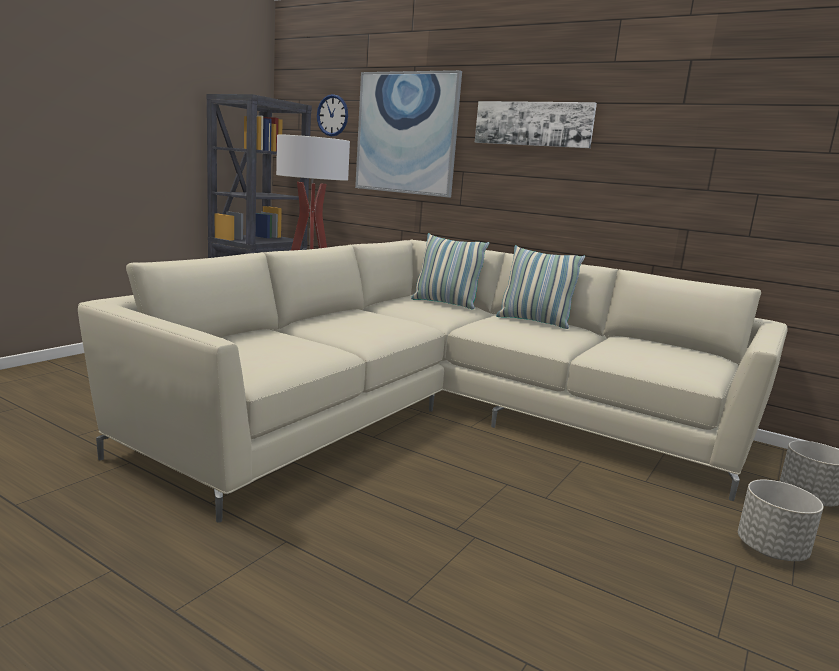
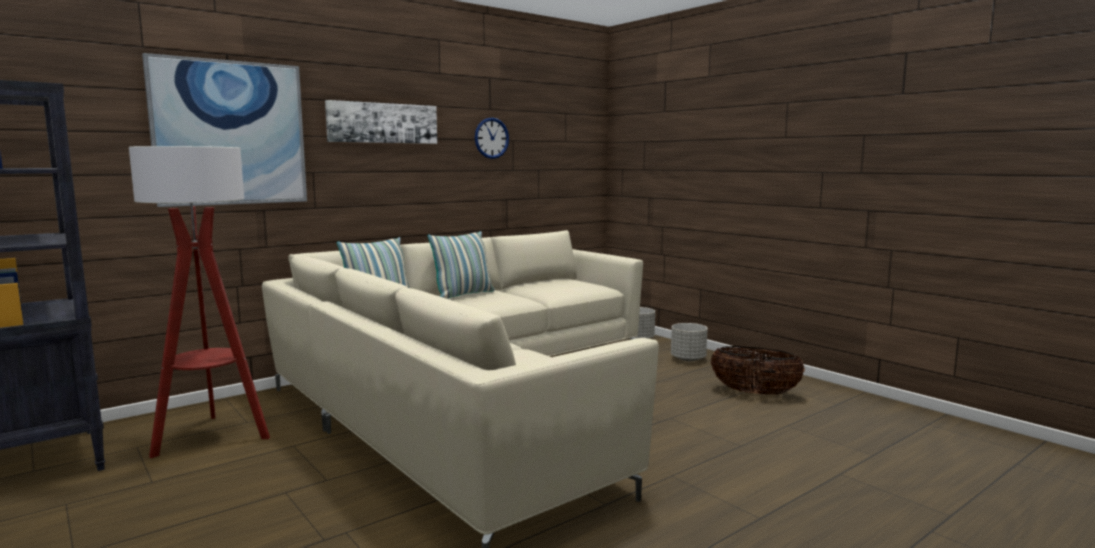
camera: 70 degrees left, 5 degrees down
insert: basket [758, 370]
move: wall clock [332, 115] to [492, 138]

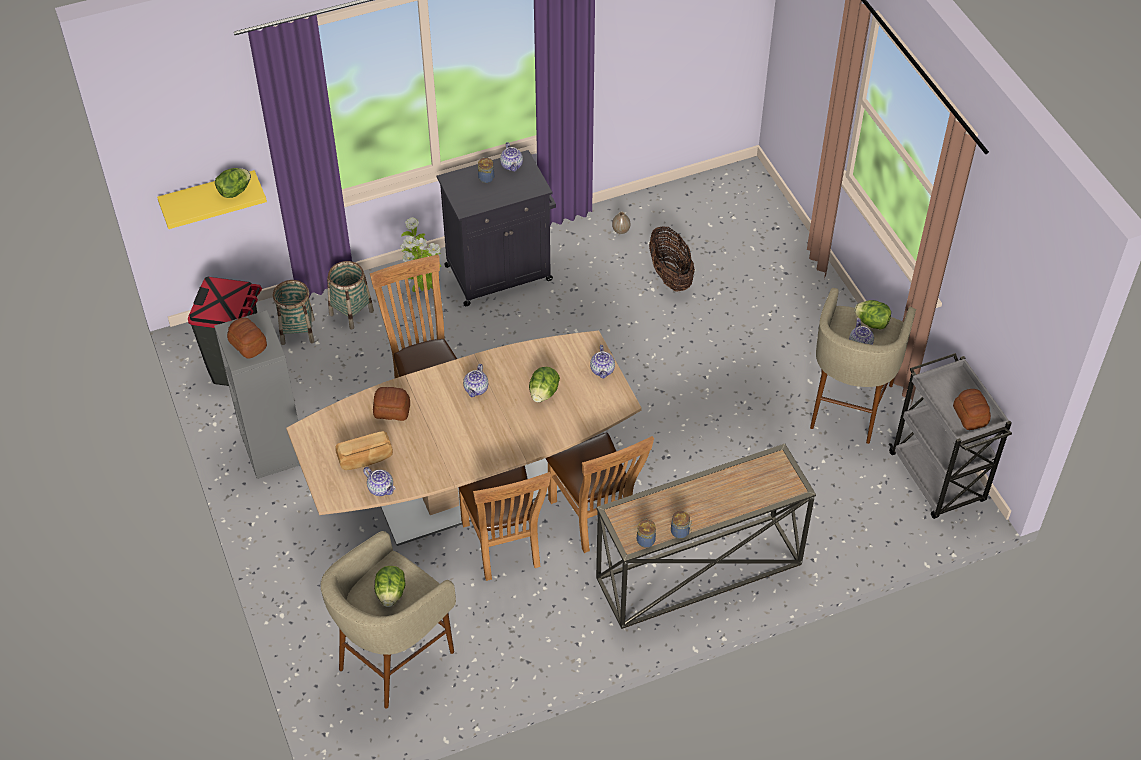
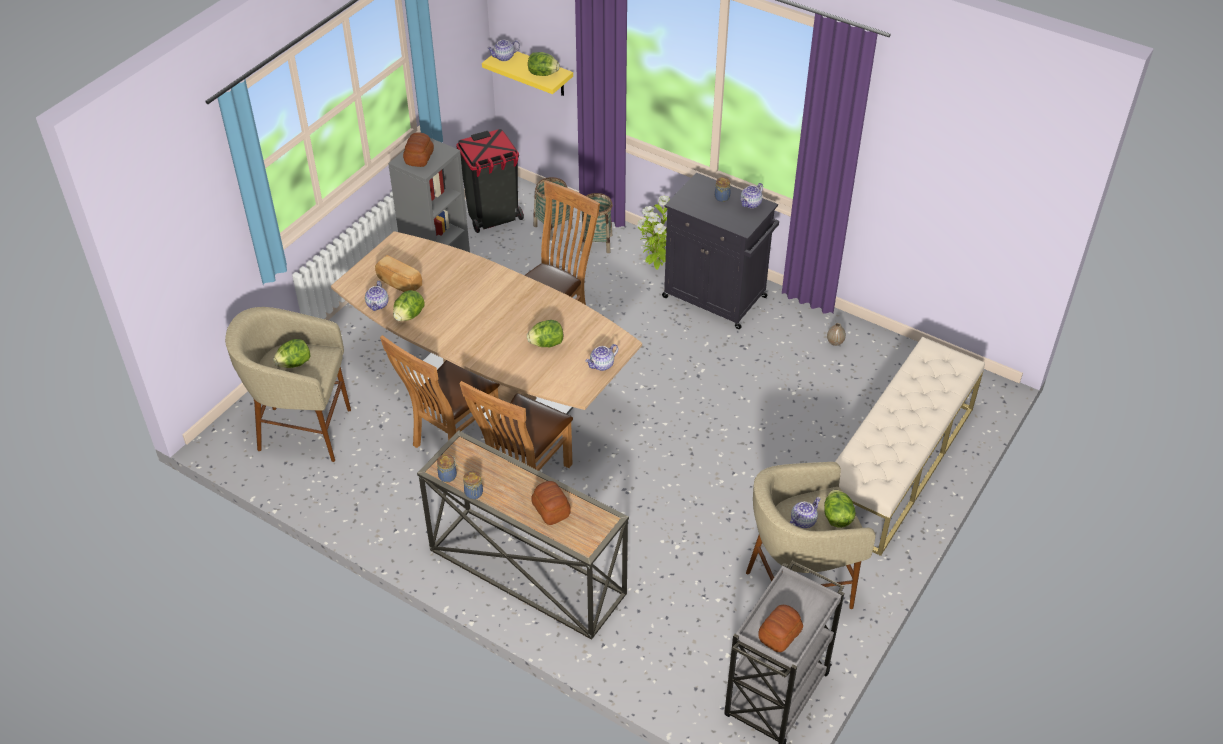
camera: 55 degrees right, 5 degrees down
delete: basket [672, 259]
insert: lettuce [409, 305]; beige bench [910, 446]
move: teapot [475, 380] to [503, 50]; bread [391, 404] to [551, 503]

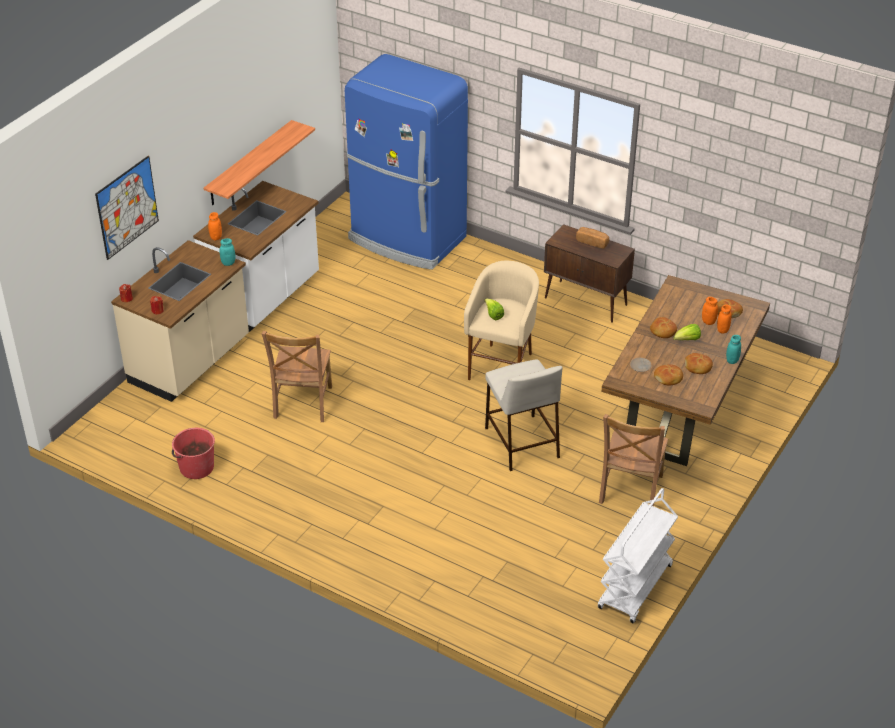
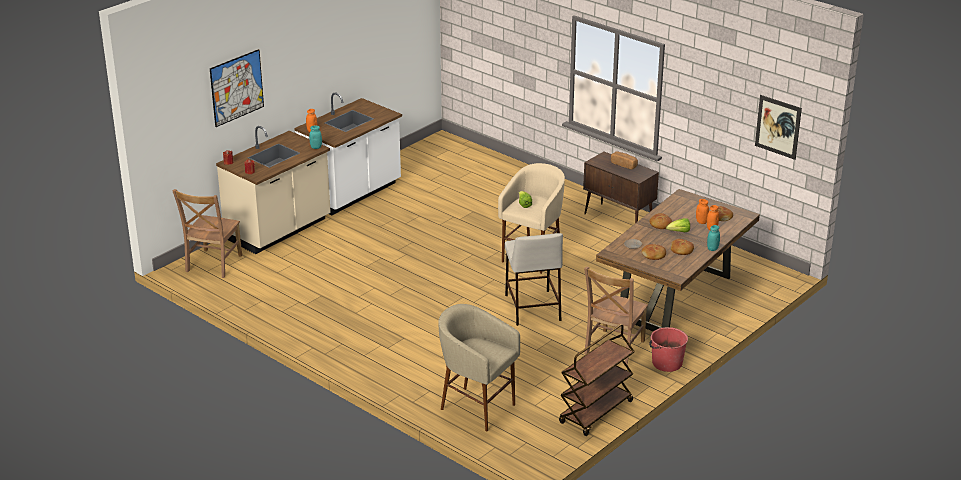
camera: 10 degrees right, 10 degrees down
delete: blue fridge [406, 162]; shelf [259, 162]
insert: picture [778, 127]; beige stool [479, 367]
move: brown chair [296, 376] to [207, 233]; red bucket [193, 453] to [668, 349]
recolor: white cart [638, 555] to brown cart [597, 380]

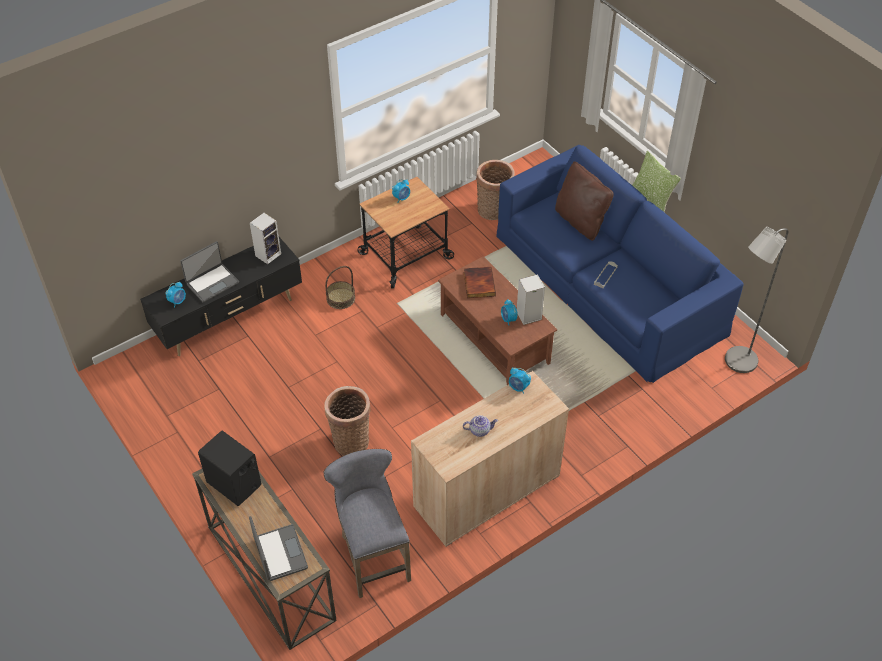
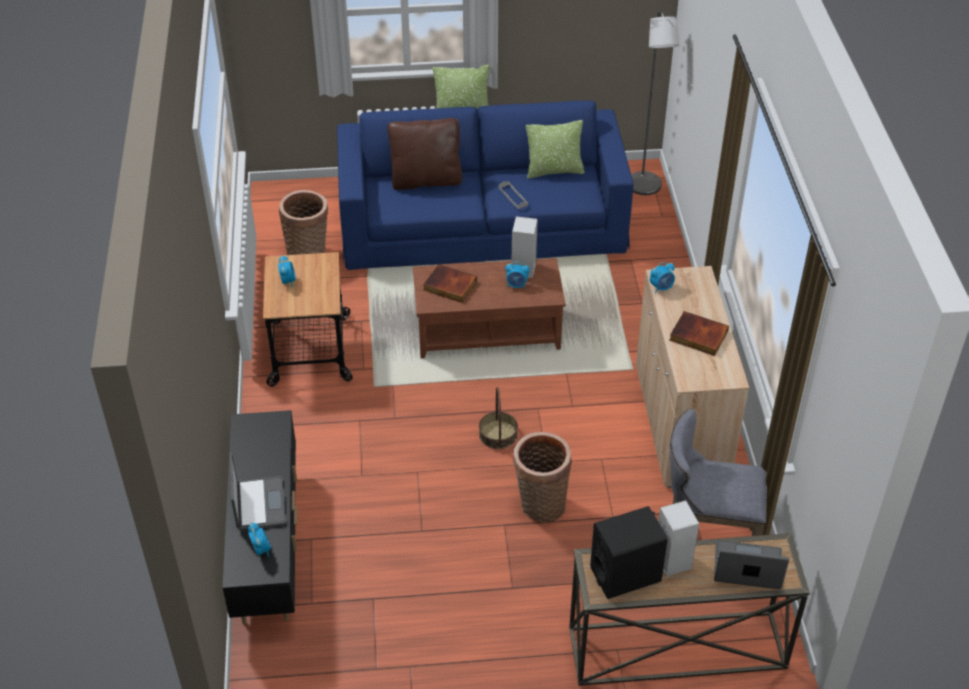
camera: 60 degrees left, 5 degrees down
insert: pillow [555, 149]
move: speaker [265, 238] to [678, 538]; basket [340, 287] to [498, 418]
replace: teapot [480, 426] to book [699, 333]

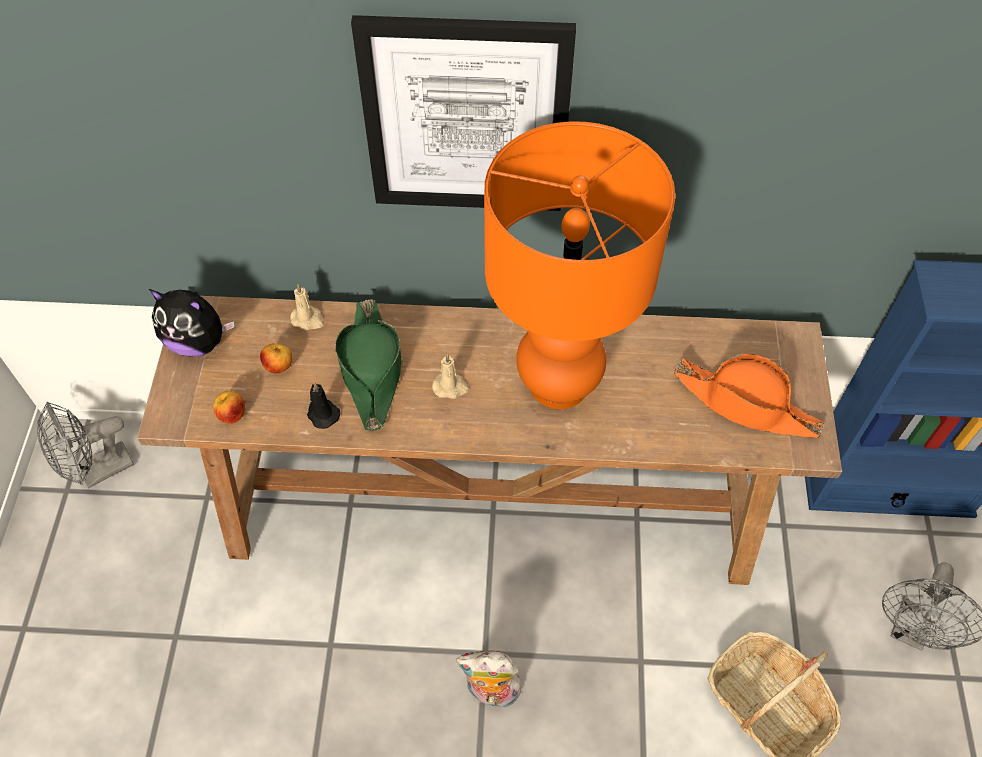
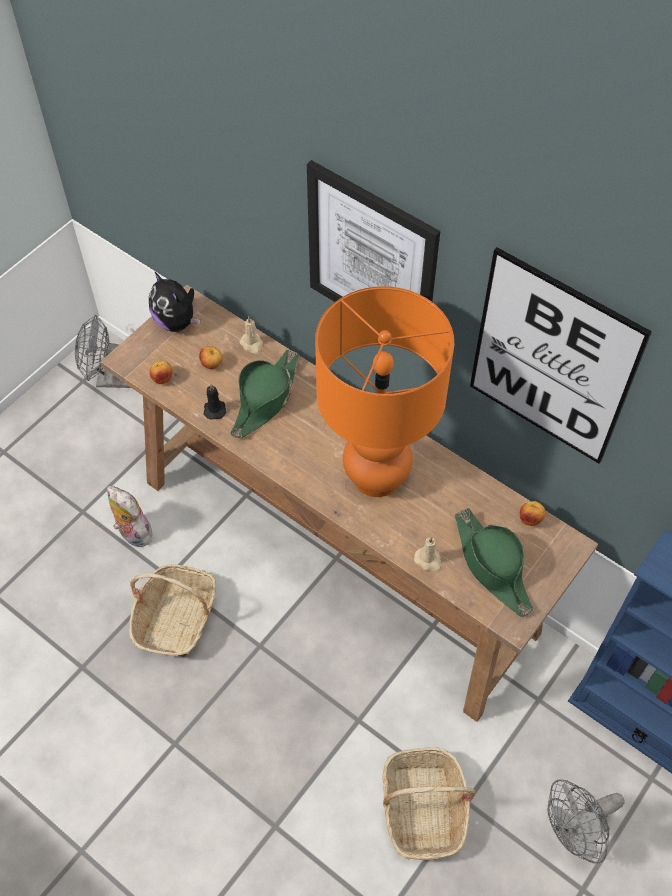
camera: 35 degrees right, 0 degrees up
insert: picture [561, 355]; apple [532, 513]; basket [172, 610]
move: beige candle [450, 376] to [427, 554]; plush toy [489, 679] to [129, 516]
recolor: orange hat [749, 396] to green hat [494, 562]

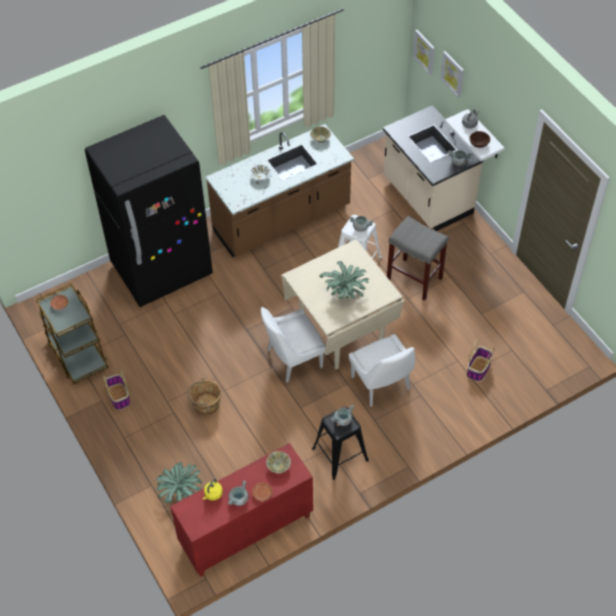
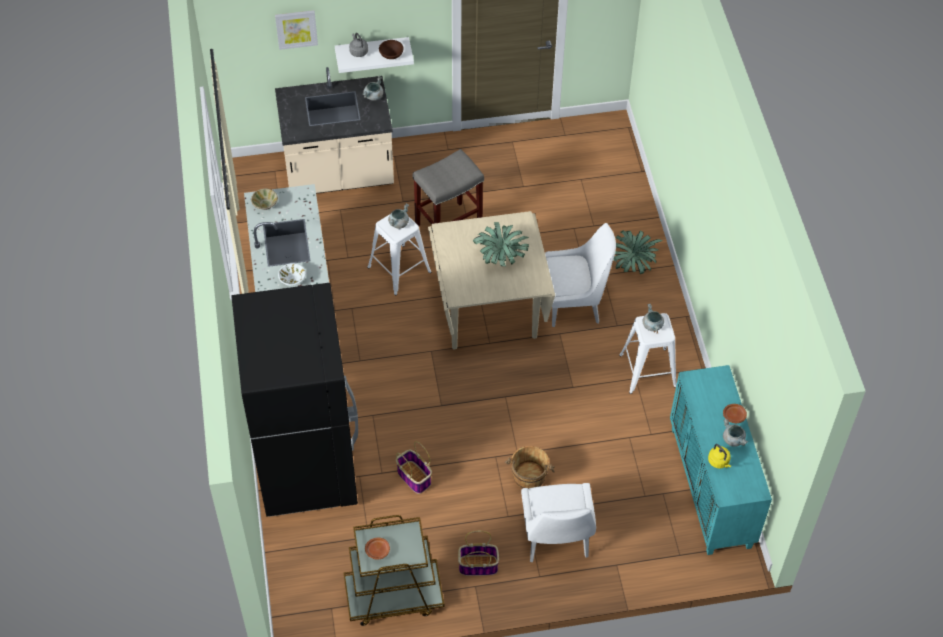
camera: 70 degrees left, 0 degrees up
delete: picture [424, 52]; beige bowl [278, 462]
move: white chair [293, 345] to [558, 522]; basket [480, 360] to [414, 467]; potted plant [179, 482] to [638, 252]
recolor: black stool [340, 443] to white stool [648, 353]; red cabinet [241, 510] to turquoise cabinet [721, 460]

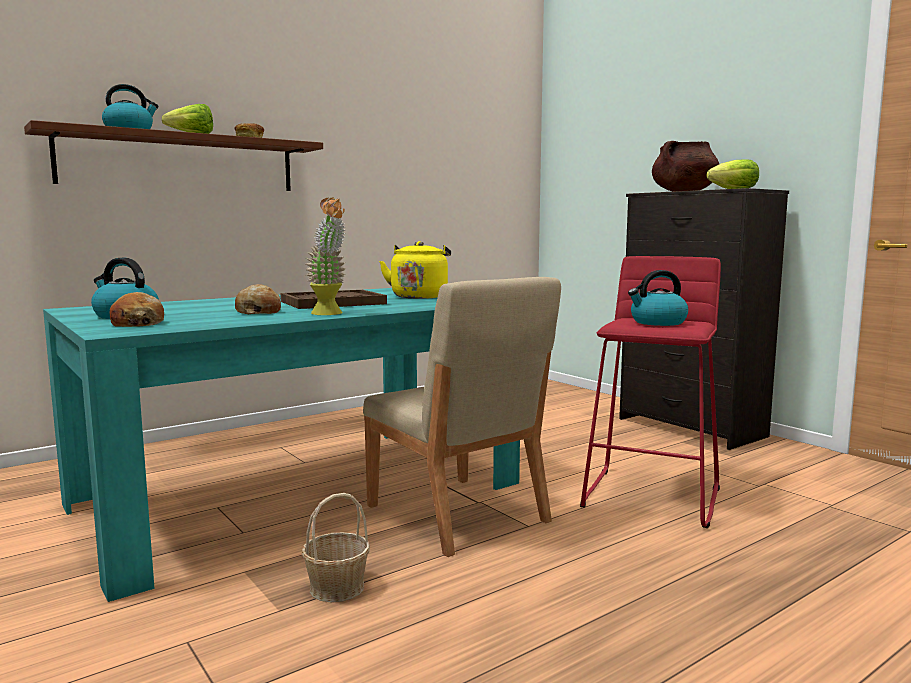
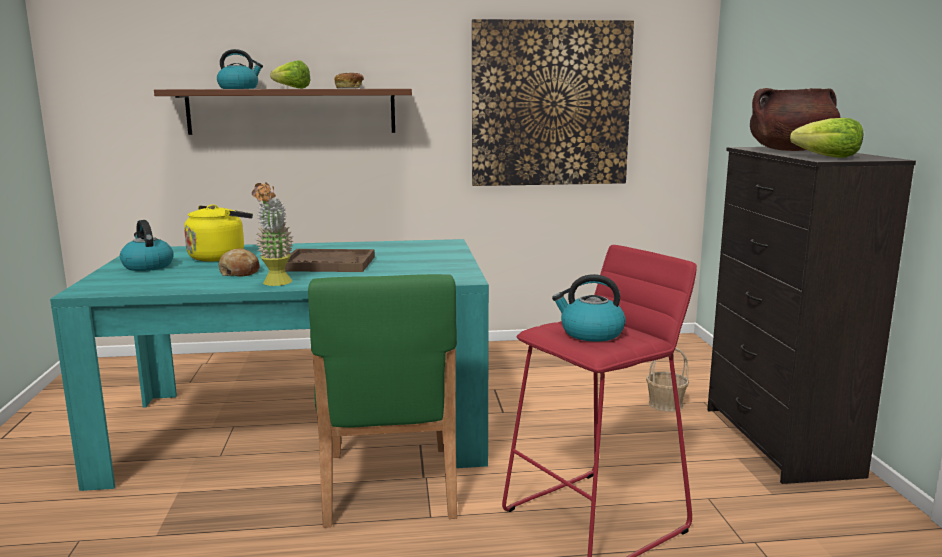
camera: 30 degrees right, 5 degrees up
delete: bread [137, 309]
insert: picture [553, 102]
move: yellow kettle [415, 270] to [218, 233]; basket [336, 547] to [667, 380]
recolor: beige chair [462, 417] to green chair [382, 401]

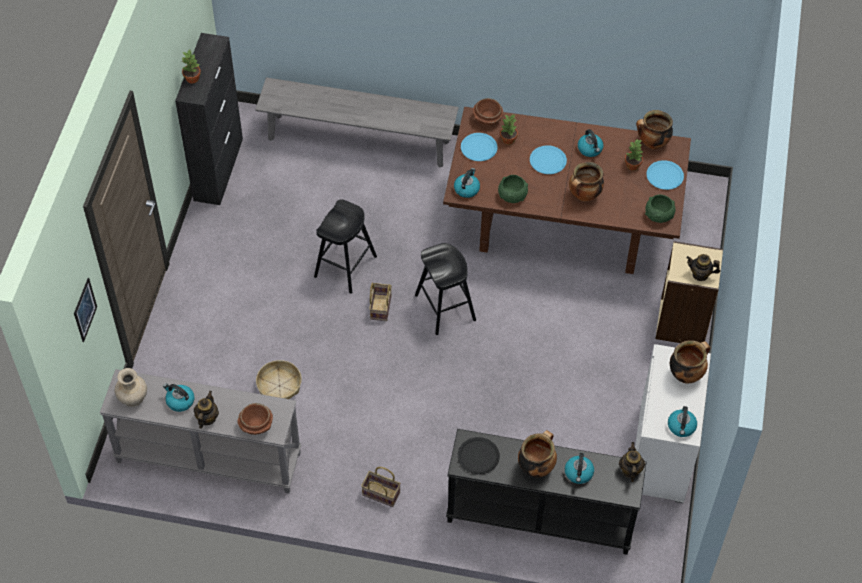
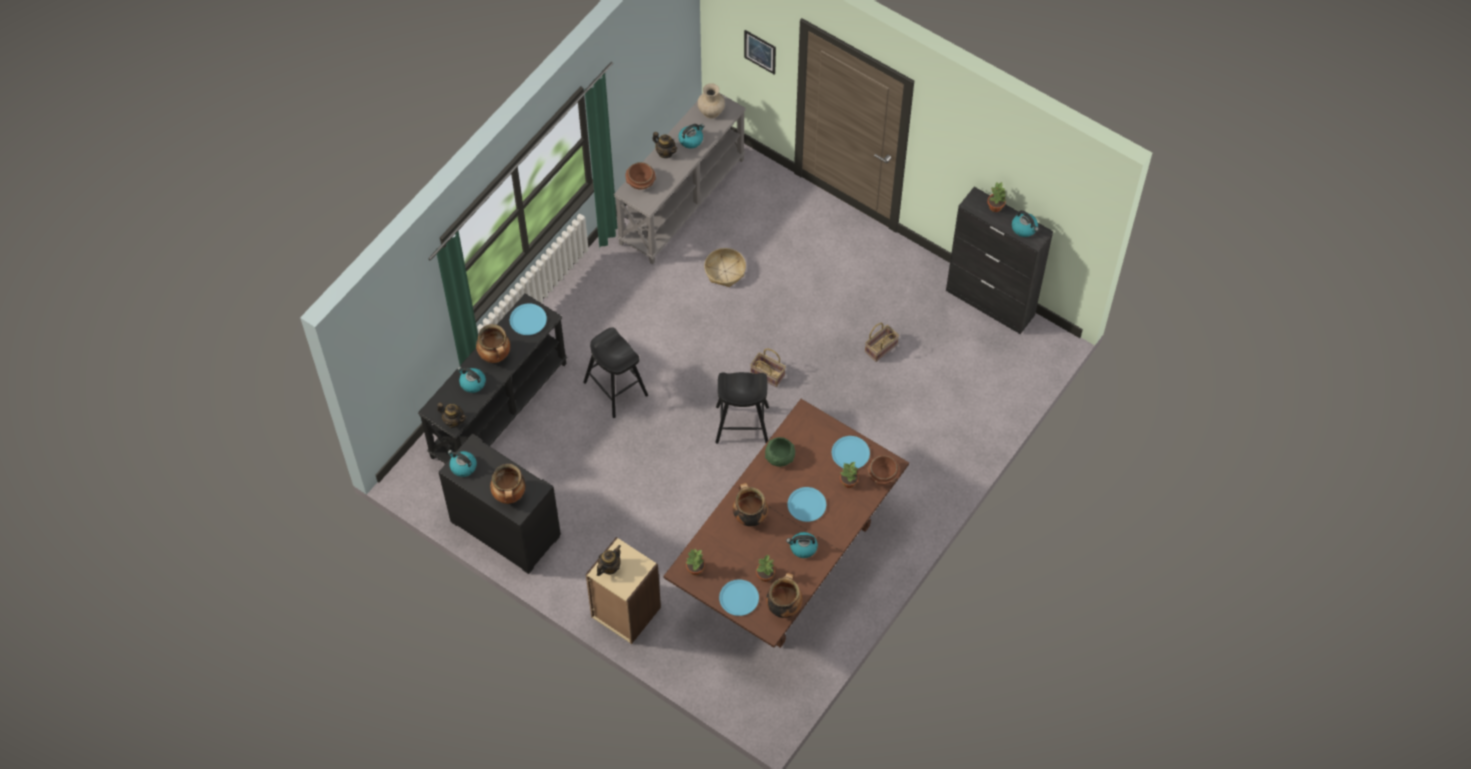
camera: 115 degrees right, 5 degrees up
delete: grey bench [357, 122]
move: kettle [467, 183] to [1025, 223]; black stool [345, 246] to [615, 372]; basket [381, 487] to [882, 342]
replace: green bowl [660, 208] to potted plant [695, 562]
recolor: white dresser [673, 423] to black dresser [500, 503]; black plate [479, 455] to blue plate [528, 319]

